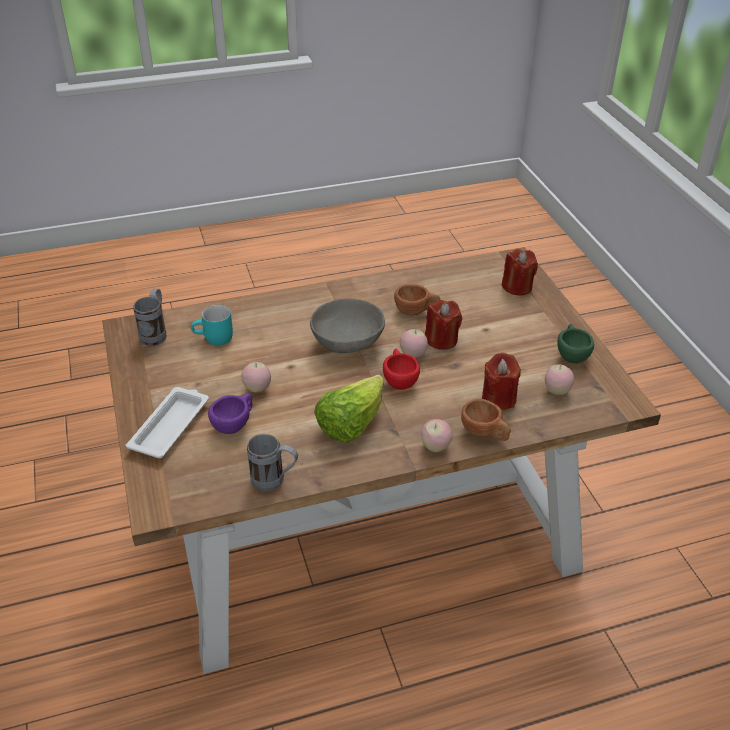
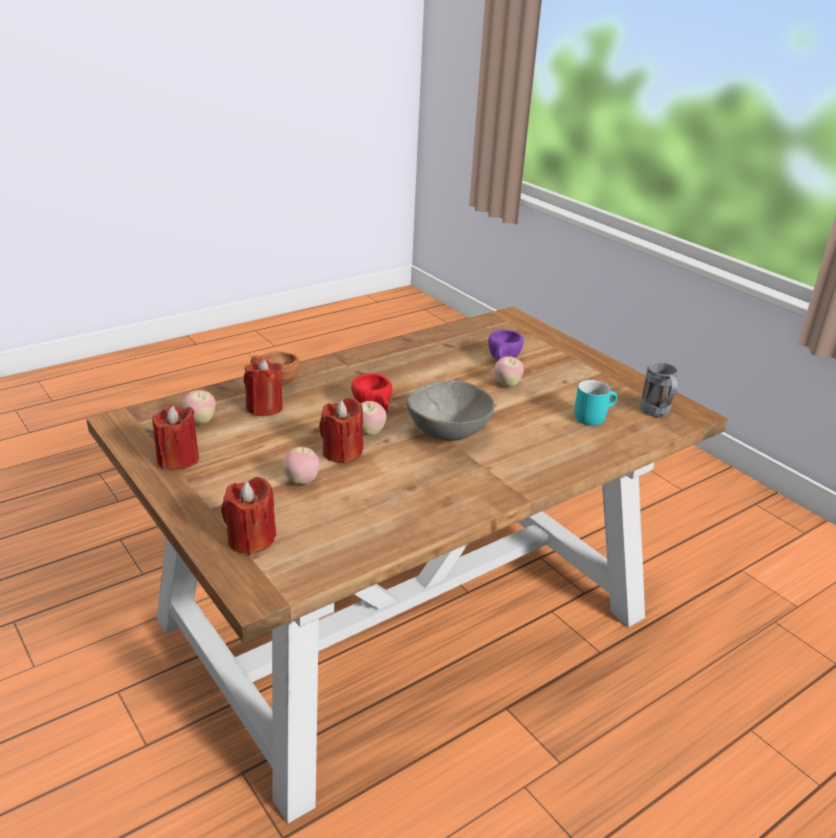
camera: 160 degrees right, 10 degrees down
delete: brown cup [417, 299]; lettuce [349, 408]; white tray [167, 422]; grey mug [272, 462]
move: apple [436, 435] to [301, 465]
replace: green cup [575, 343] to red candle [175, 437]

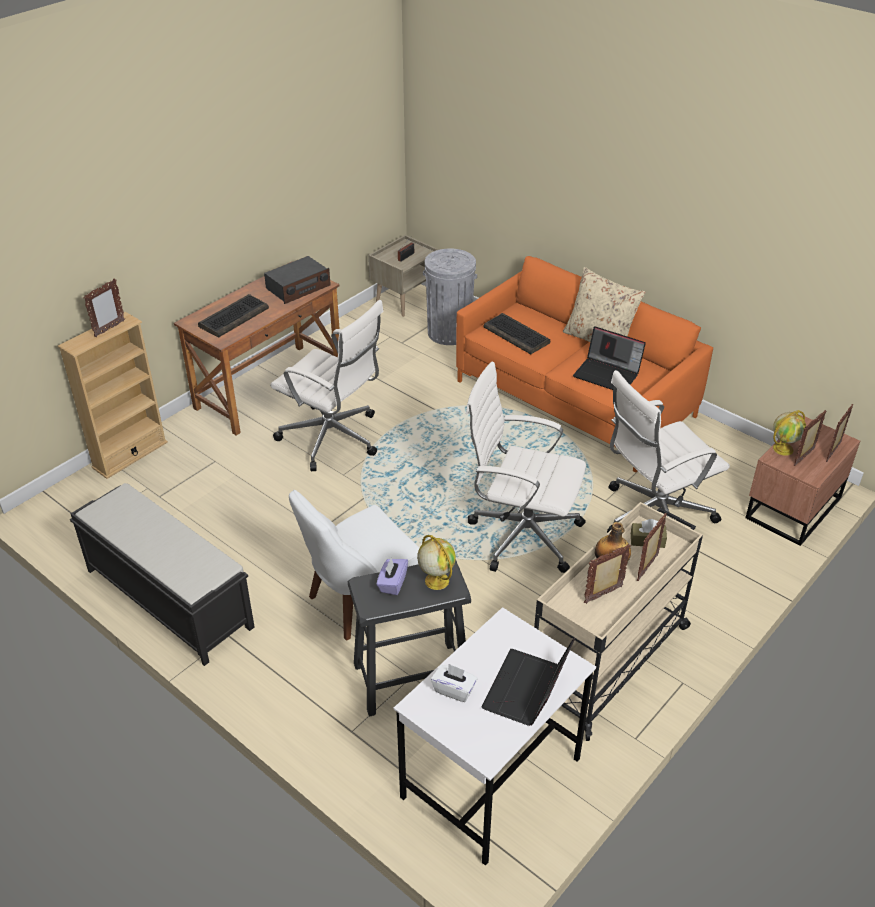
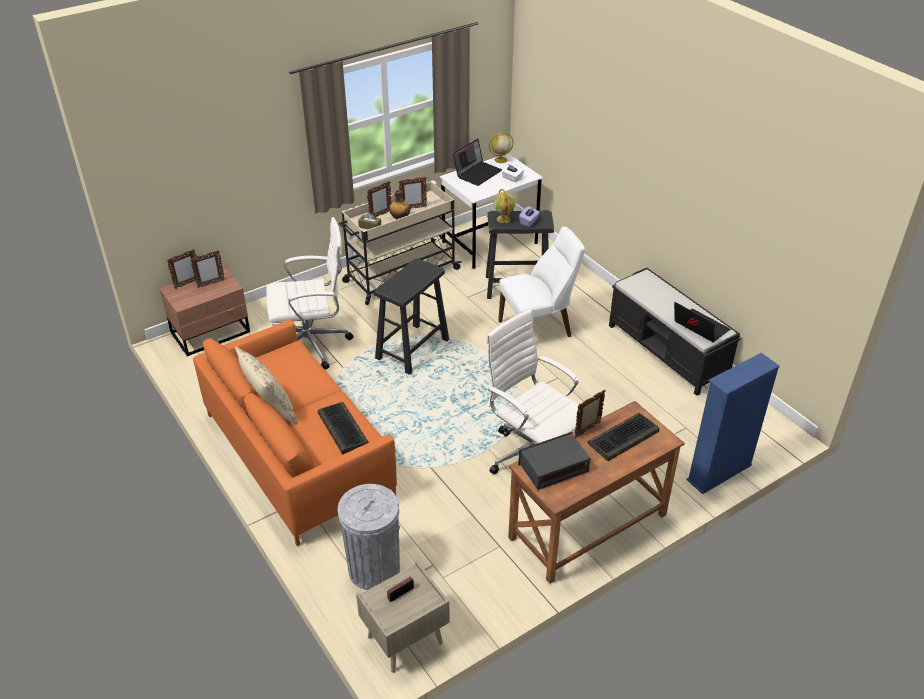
camera: 165 degrees left, 0 degrees up
move: picture frame [104, 307] to [590, 414]; laptop [609, 358] to [702, 322]; globe [789, 433] to [501, 148]
replace: white office chair [526, 467] to black stool [411, 316]
recolor: beige bookcase [113, 395] to blue bookcase [733, 423]

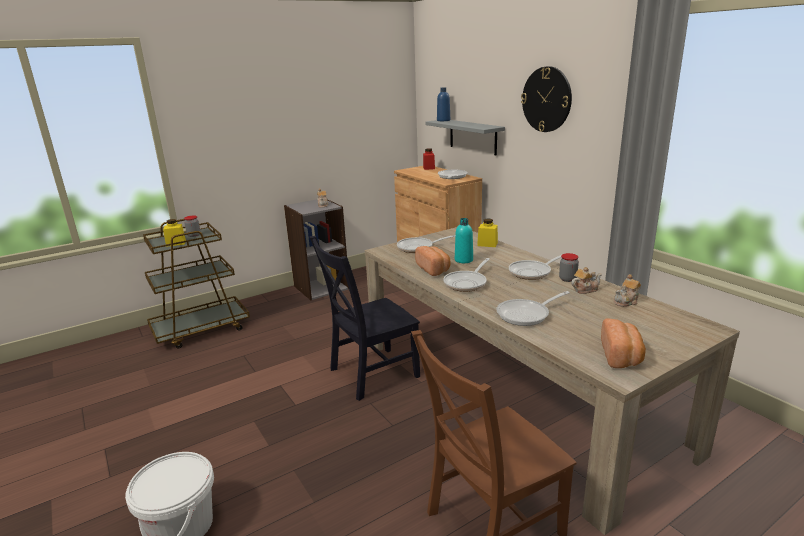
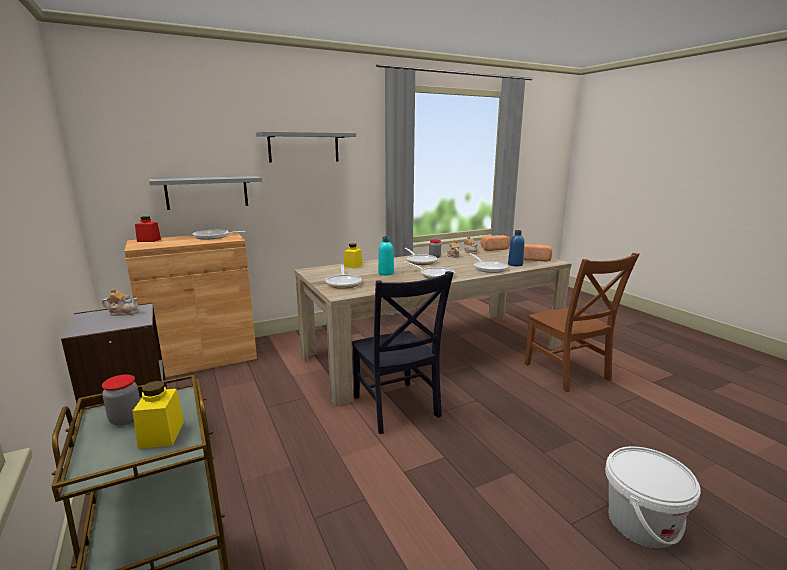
camera: 85 degrees left, 5 degrees down
move: blue bottle [443, 104] to [516, 248]; bread [433, 261] to [495, 243]
replace: wall clock [546, 99] to grey shelf [306, 147]

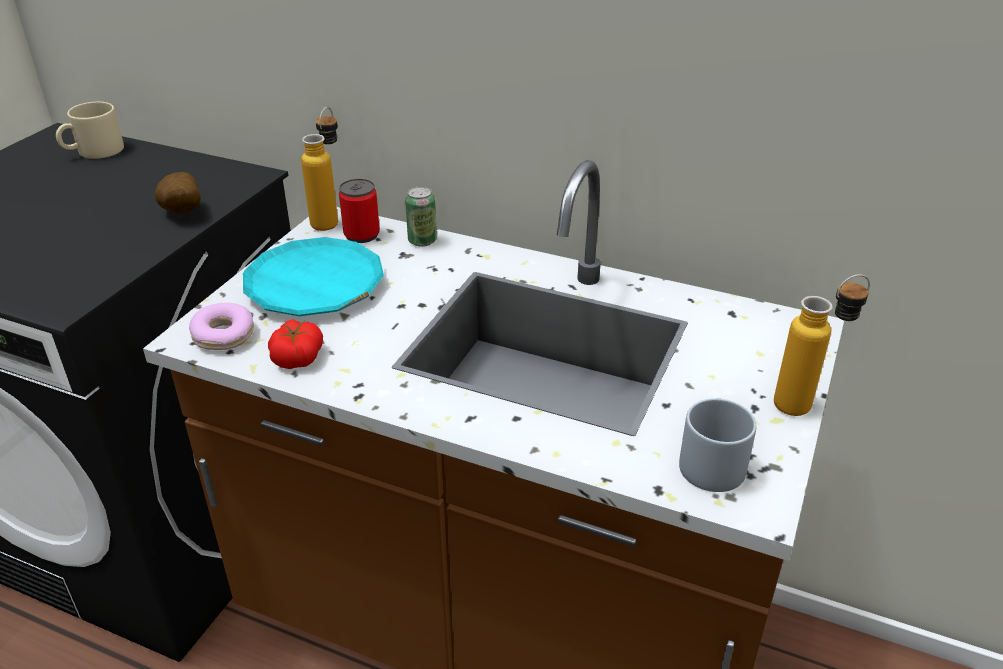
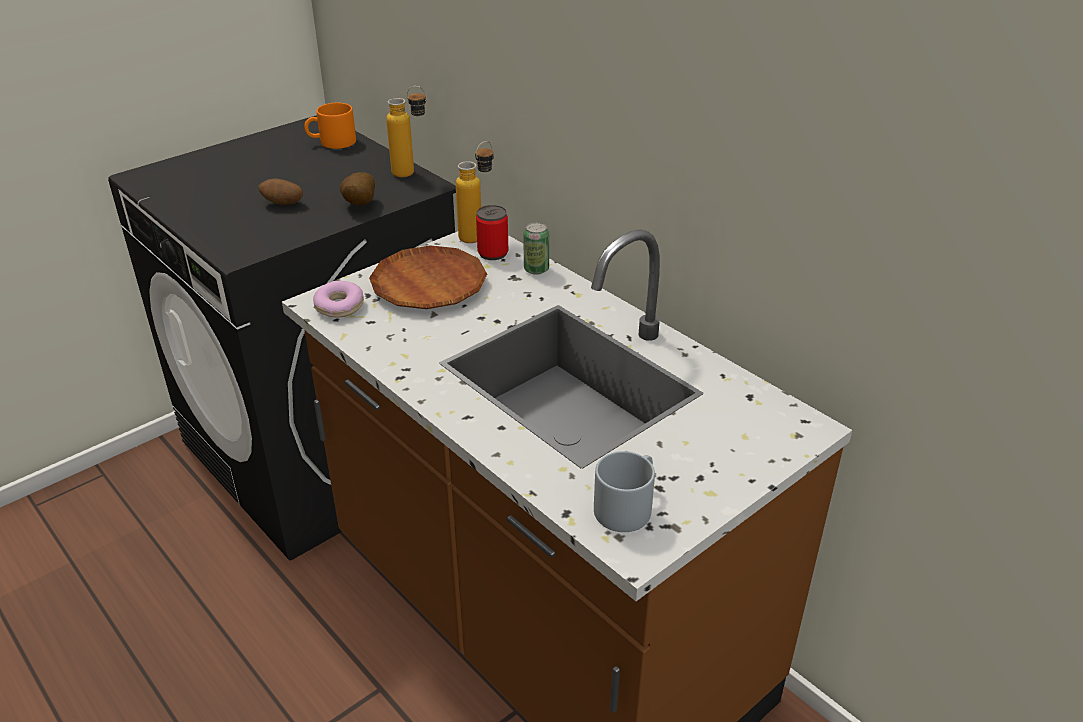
camera: 25 degrees right, 0 degrees up
delete: tomato [295, 344]
insert: potato [280, 191]
move: bottle [822, 345] to [406, 131]
recolor: beige mug [90, 130] to orange mug [330, 126]; turquoise plate [313, 276] to brown plate [428, 277]

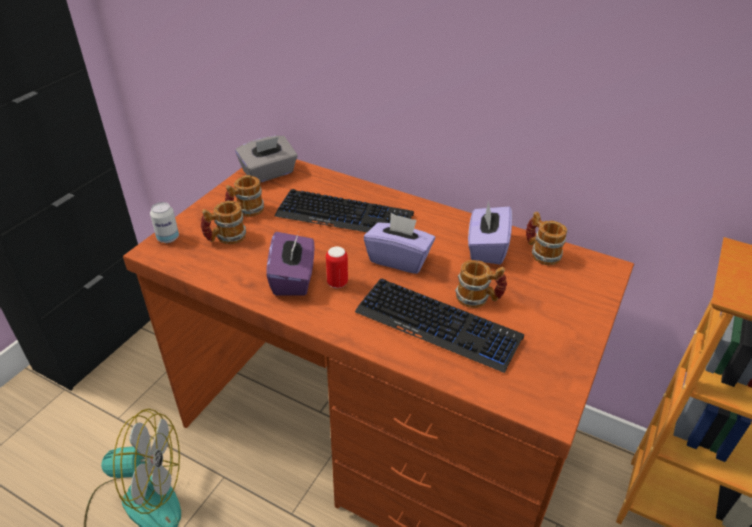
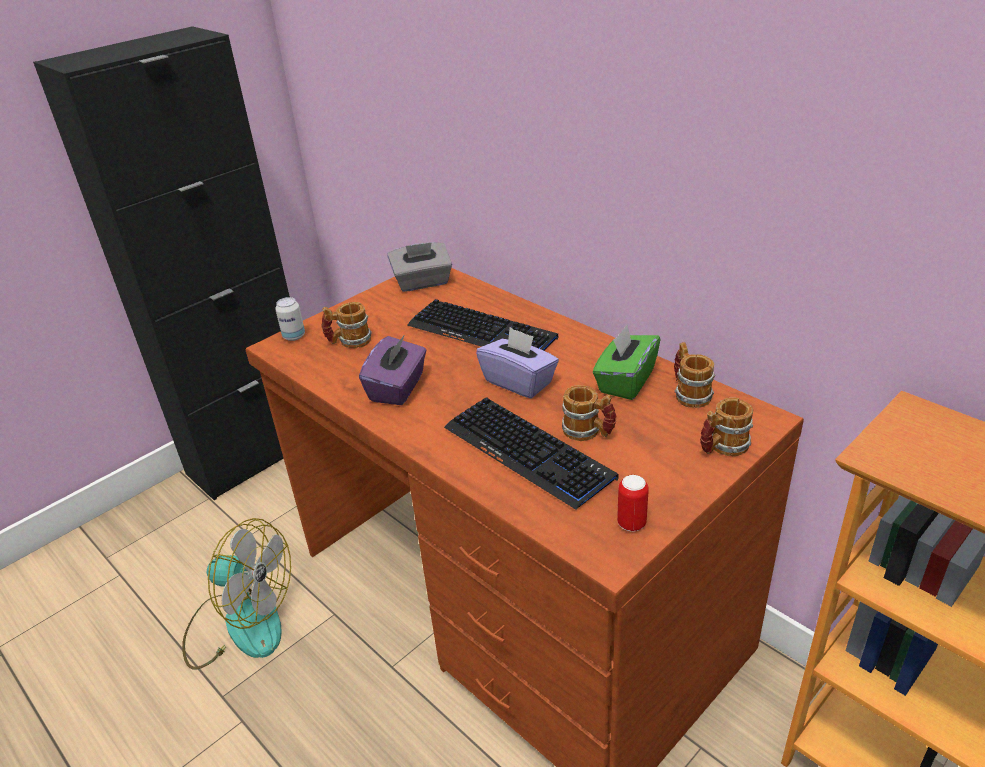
camera: 20 degrees right, 5 degrees down
move: mug [244, 196] to [726, 427]; can [337, 267] to [633, 503]
recolor: purple tissue box [490, 232] to green tissue box [627, 362]

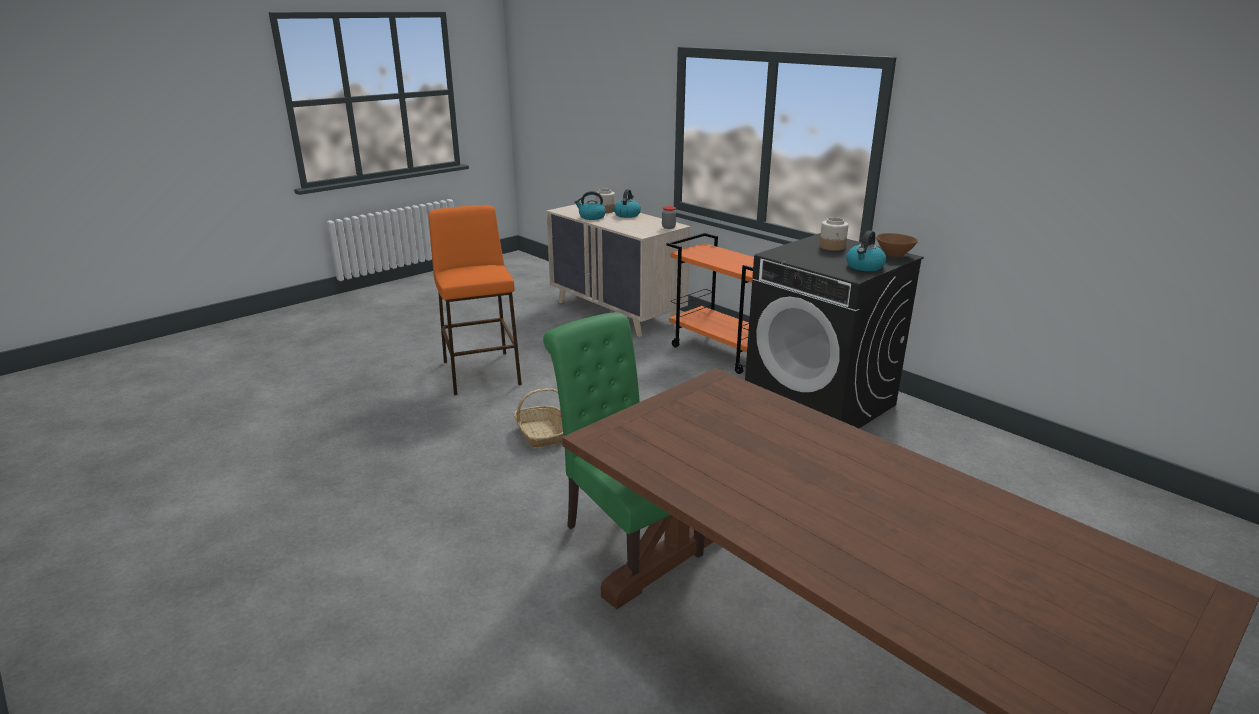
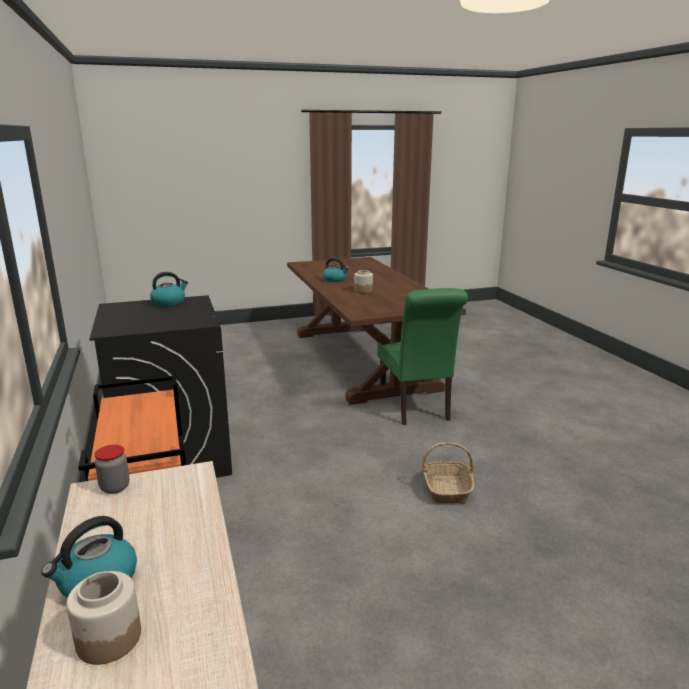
camera: 155 degrees left, 5 degrees down
delete: orange stool [475, 300]; brown bowl [897, 245]
move: kettle [590, 205] to [336, 270]; jar [833, 234] to [363, 281]

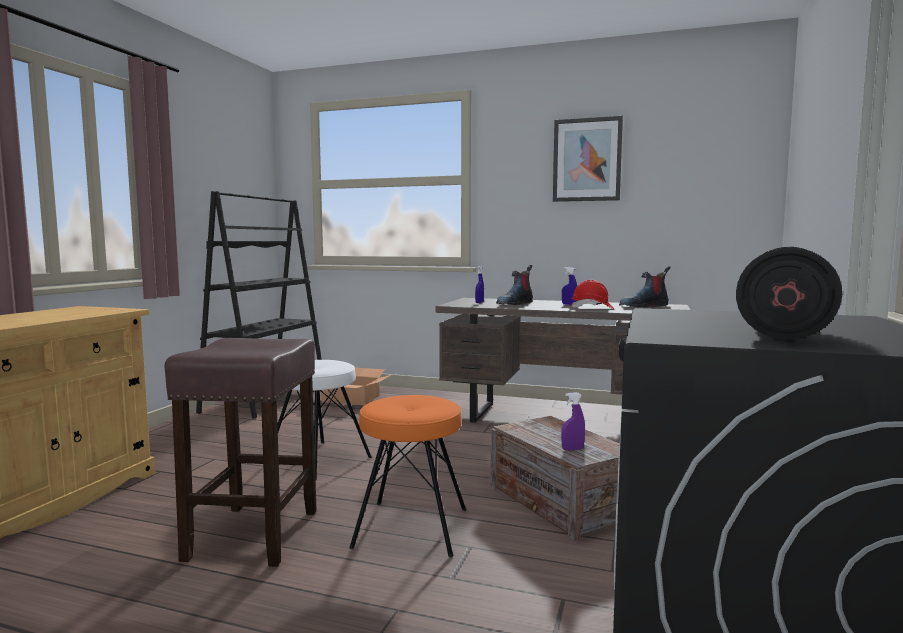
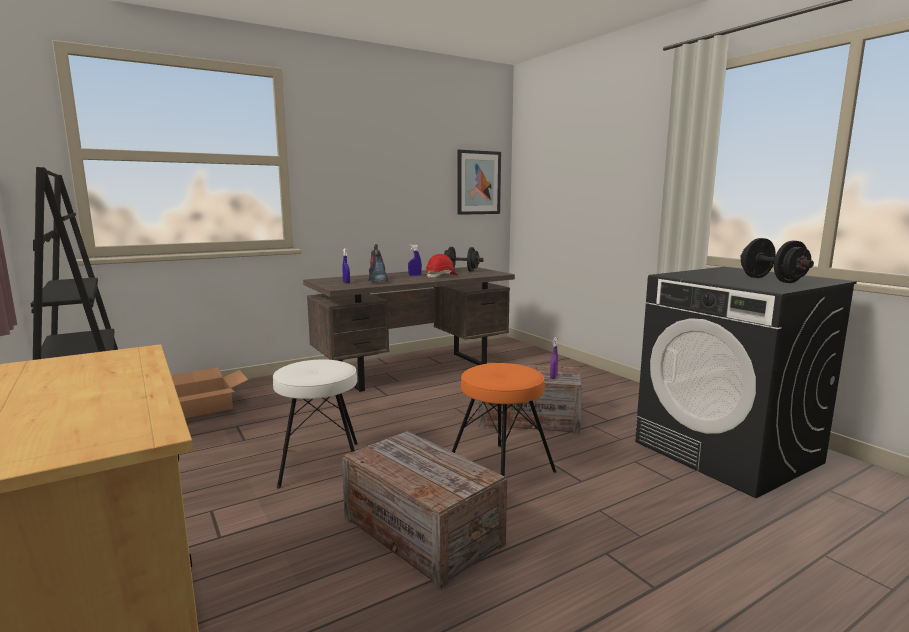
camera: 50 degrees left, 5 degrees up
move: picture [588, 159] to [479, 182]
replace: boot [644, 287] to black dumbbell [464, 259]; brown stool [241, 452] to crate [424, 510]

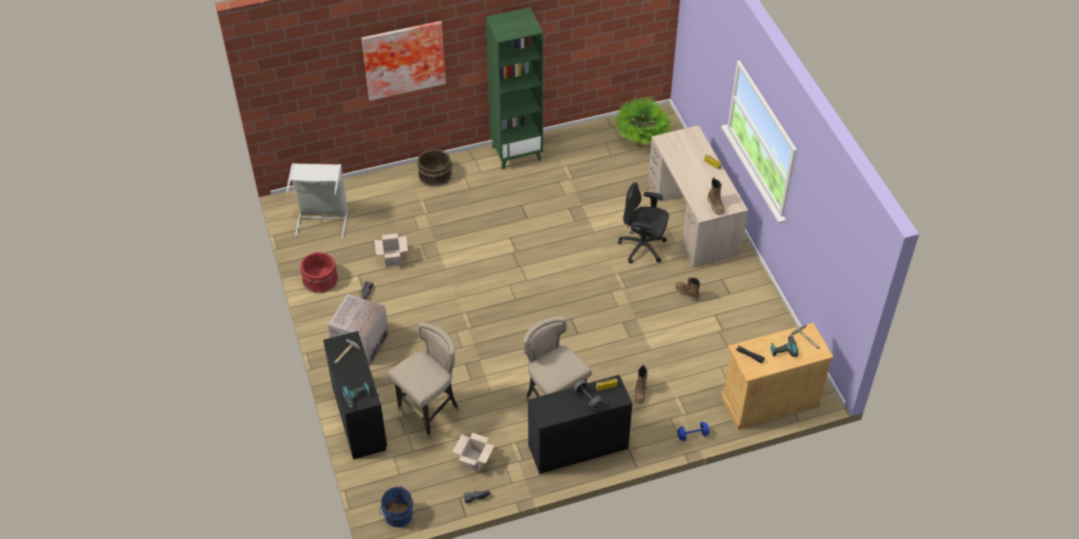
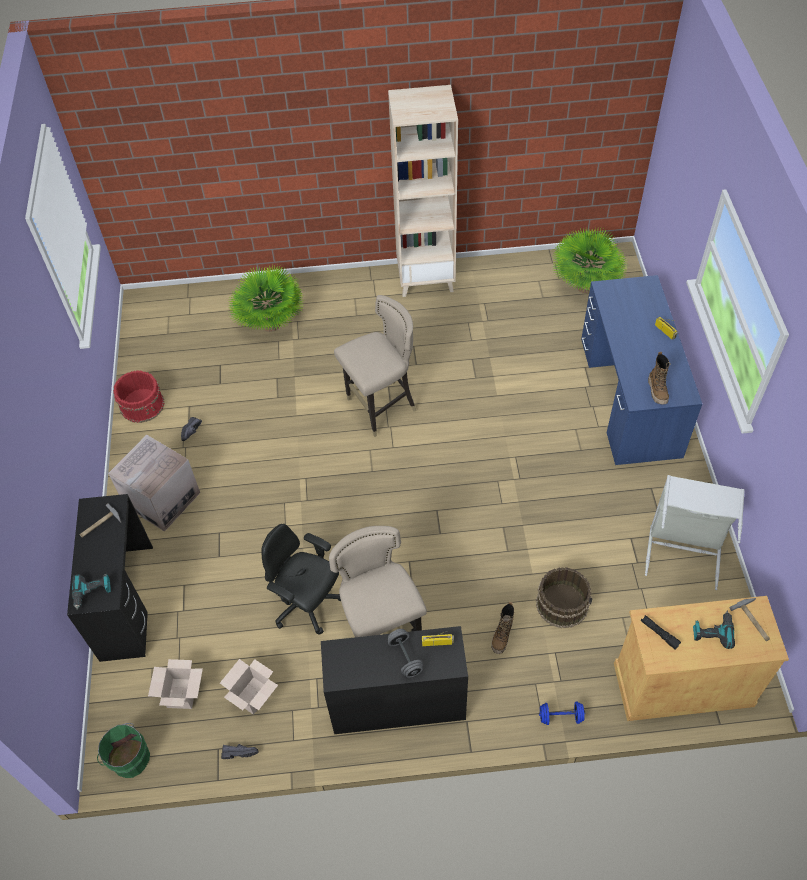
camera: 15 degrees right, 5 degrees up
delete: picture [403, 60]; boot [688, 290]
insert: potted plant [266, 298]
move: brown bucket [434, 168] to [564, 597]; grey laundry basket [317, 201] to [695, 532]; black office chair [643, 223] to [301, 579]; cardboard box [391, 250] to [175, 684]; beige stool [423, 381] to [375, 366]
recolor: green bookcase [514, 88] to beige bookcase [423, 191]; beige desk [698, 196] to blue desk [641, 370]; blue bucket [396, 507] to green bucket [123, 750]

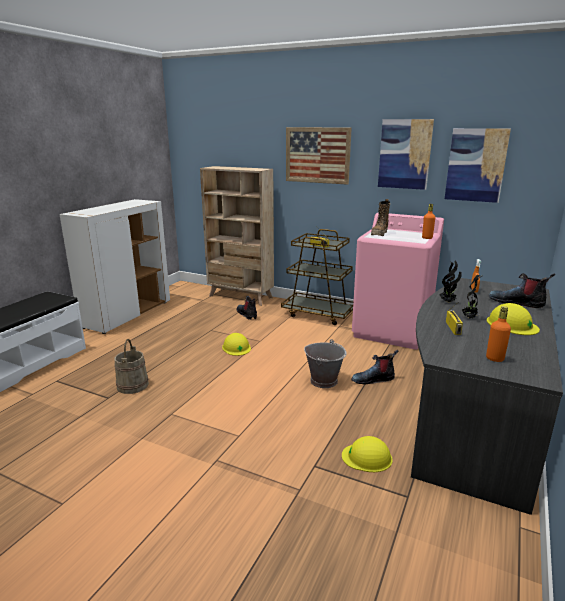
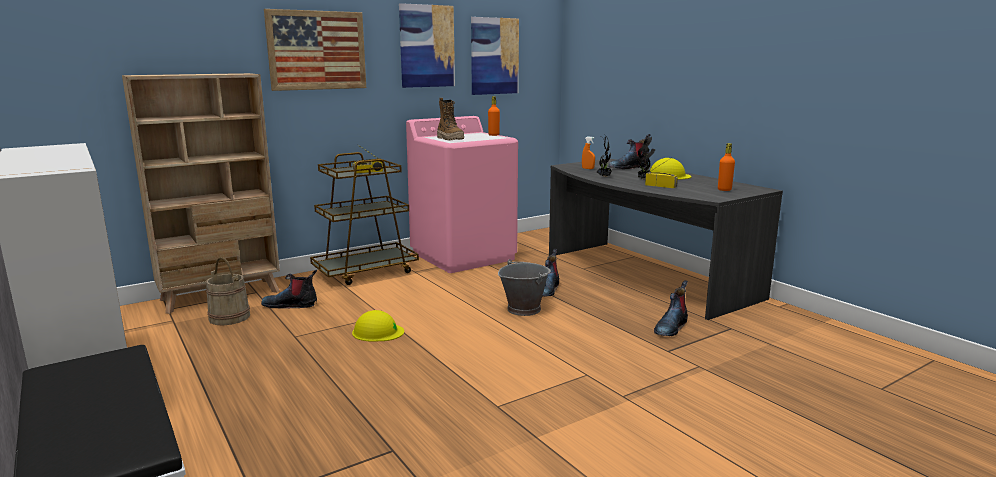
camera: 60 degrees left, 5 degrees down
move: beige bucket [131, 366] to [228, 291]
replace: yellow hard hat [367, 454] to boot [671, 308]

